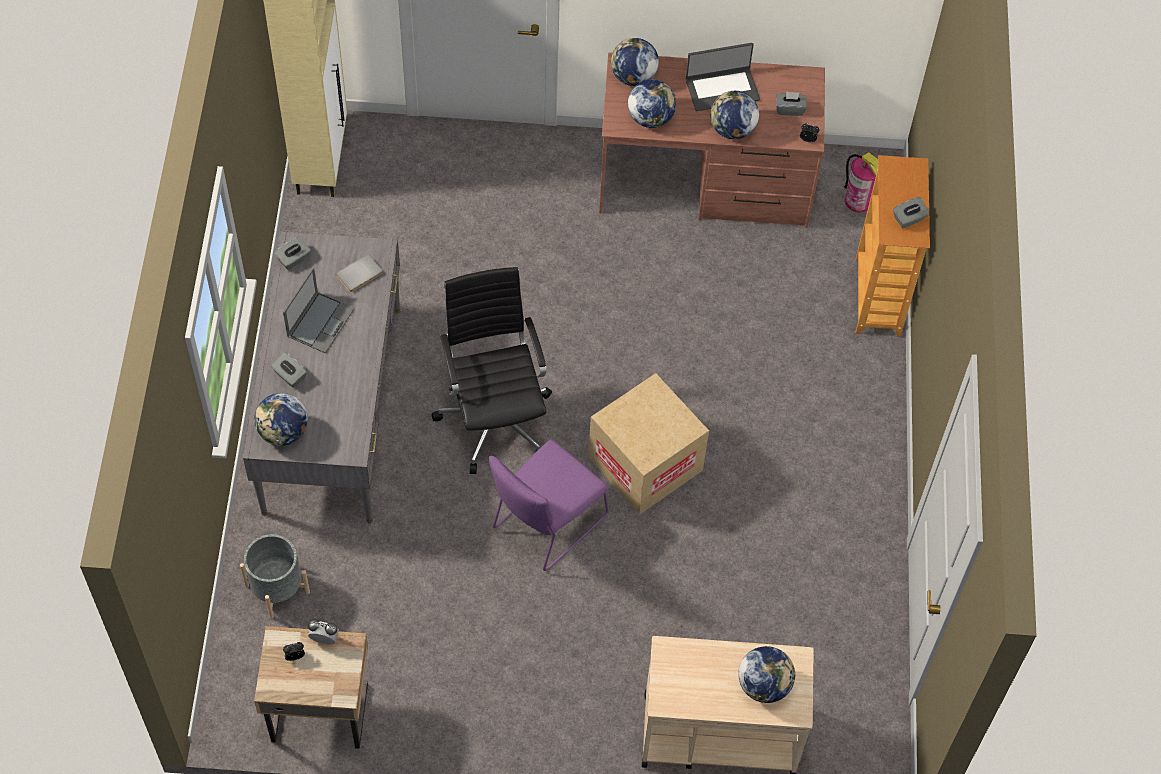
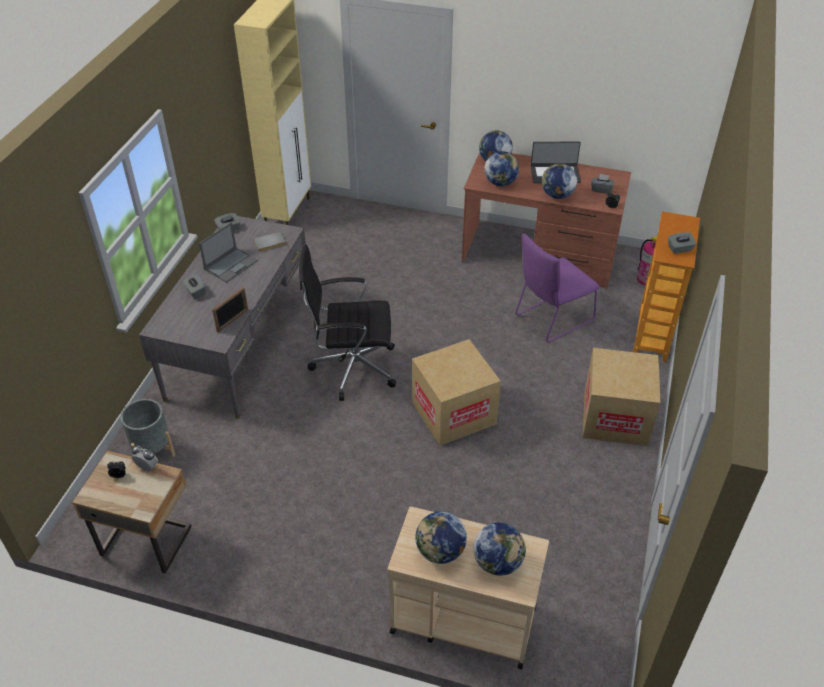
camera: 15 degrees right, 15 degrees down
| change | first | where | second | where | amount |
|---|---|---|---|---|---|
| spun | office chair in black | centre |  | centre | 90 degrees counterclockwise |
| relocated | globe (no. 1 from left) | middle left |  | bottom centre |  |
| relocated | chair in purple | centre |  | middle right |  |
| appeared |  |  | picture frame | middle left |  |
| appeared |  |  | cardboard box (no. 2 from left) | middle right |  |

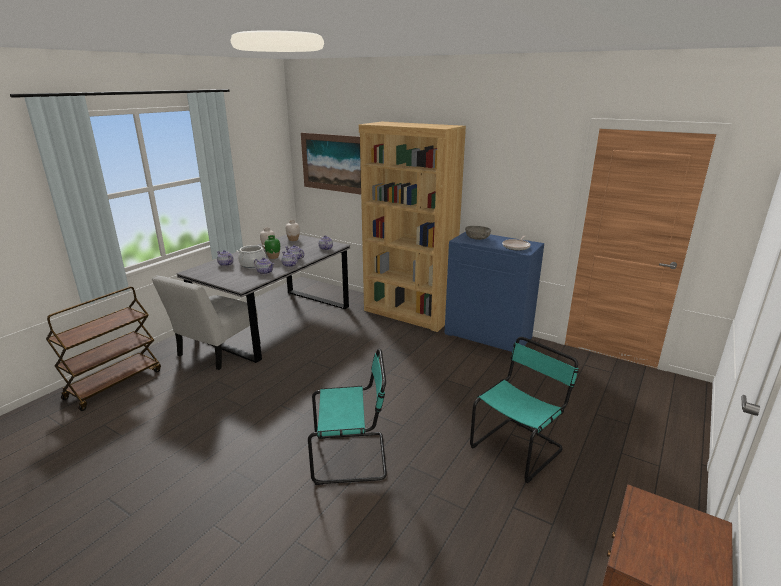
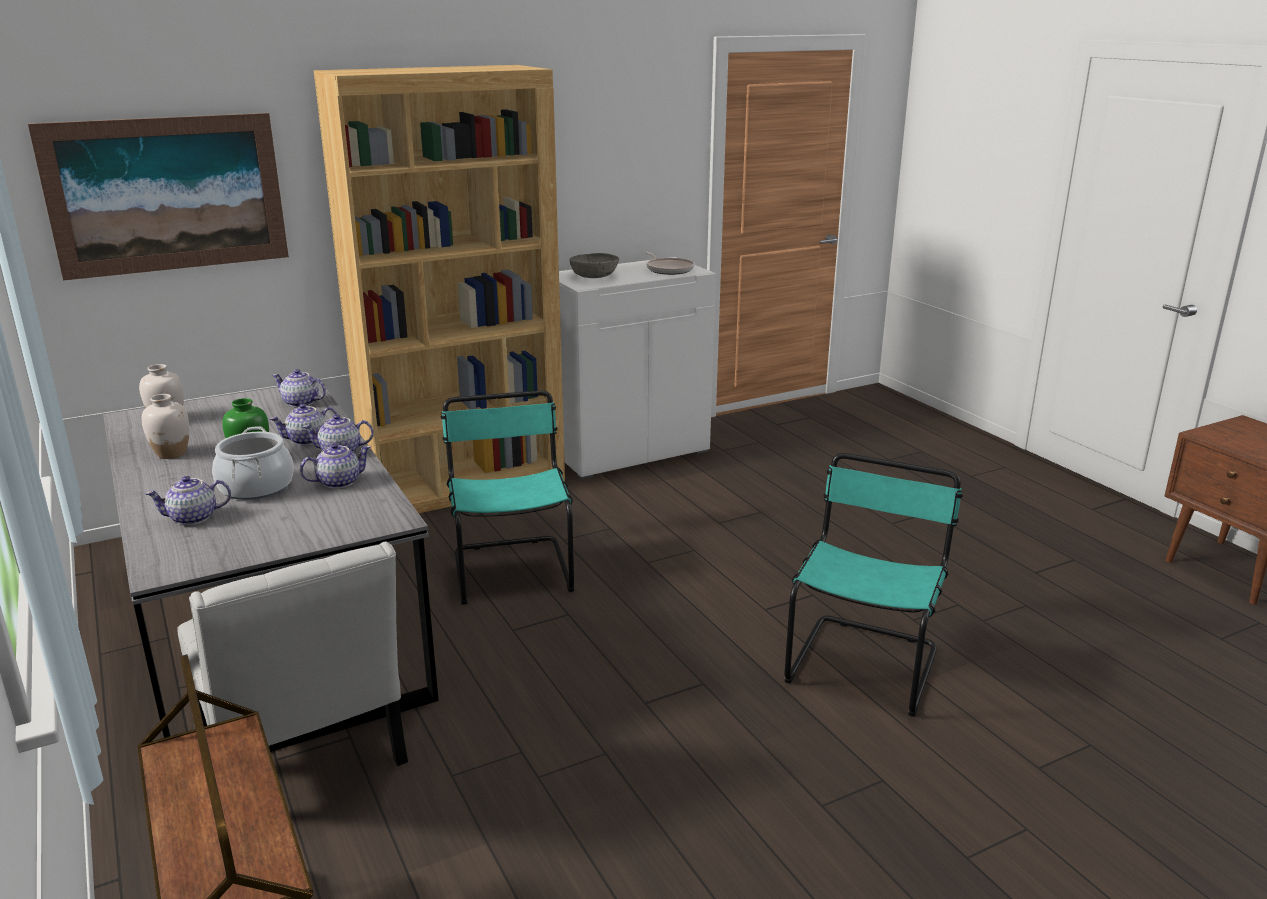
camera: 60 degrees left, 0 degrees up
| change | first | where | second | where | amount |
|---|---|---|---|---|---|
| colour | cabinet in blue | centre | cabinet in white | centre |  |
| relocated | chair in turquoise (no. 2 from left in the first image) | bottom right | chair in turquoise (no. 1 from left) | centre |  |

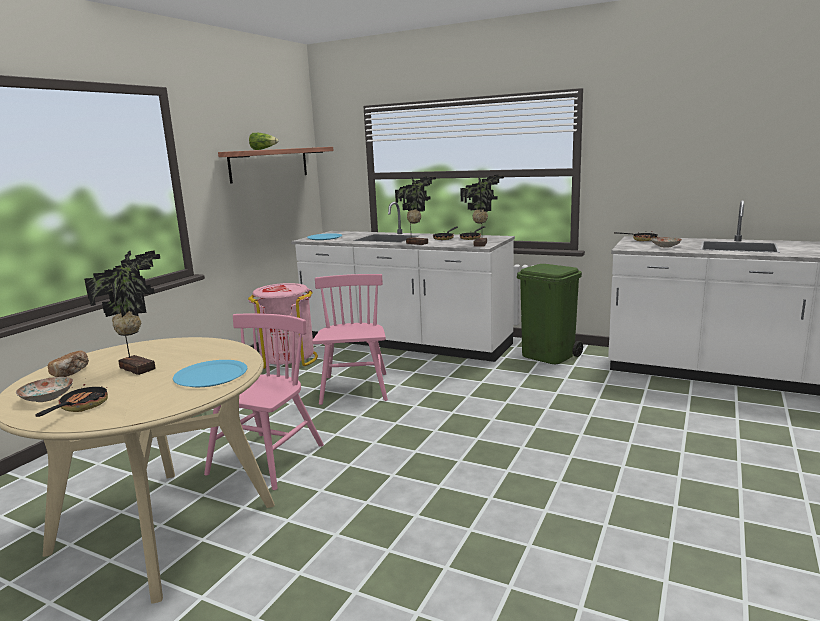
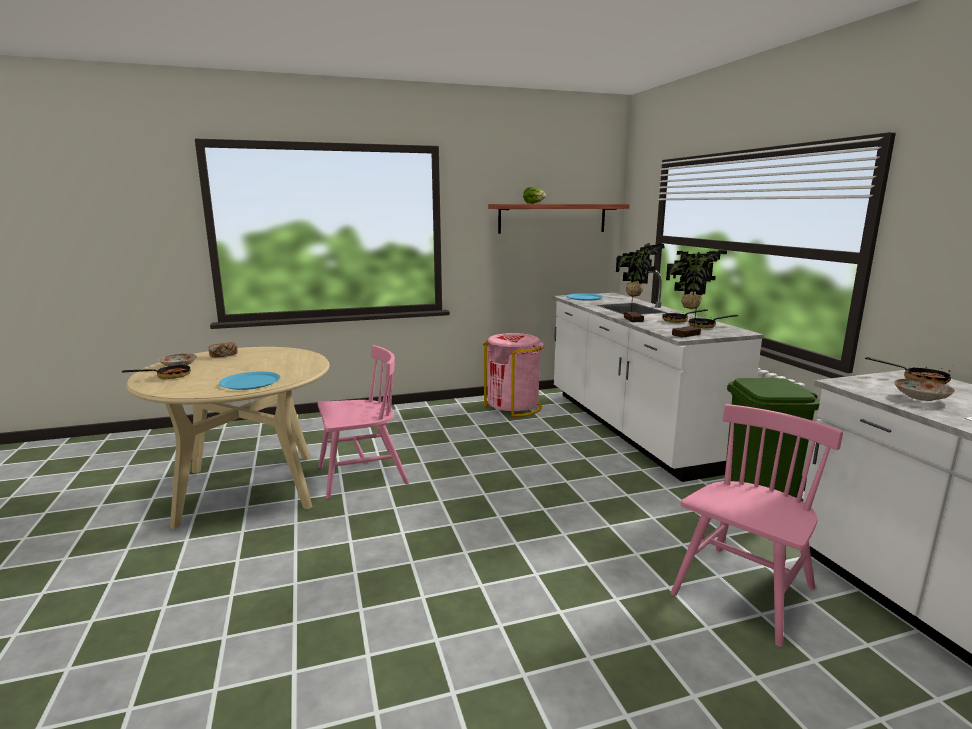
camera: 45 degrees right, 0 degrees up
| change | first | where | second | where | amount |
|---|---|---|---|---|---|
| missing | potted plant (no. 1 from left) | middle left |  |  |  |
| relocated | chair in pink (no. 2 from left) | centre |  | bottom right |  |

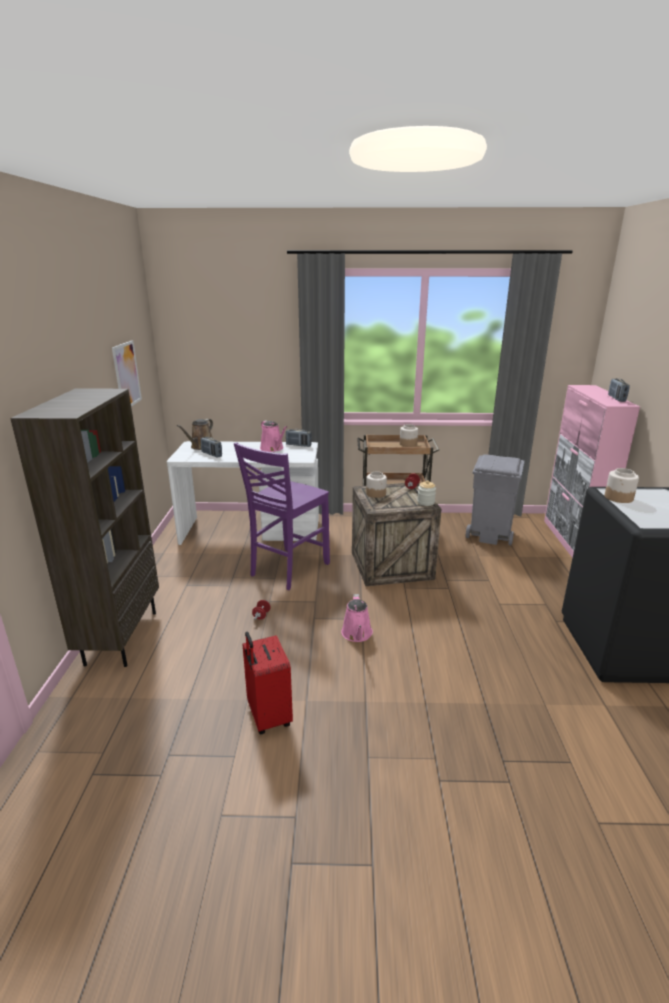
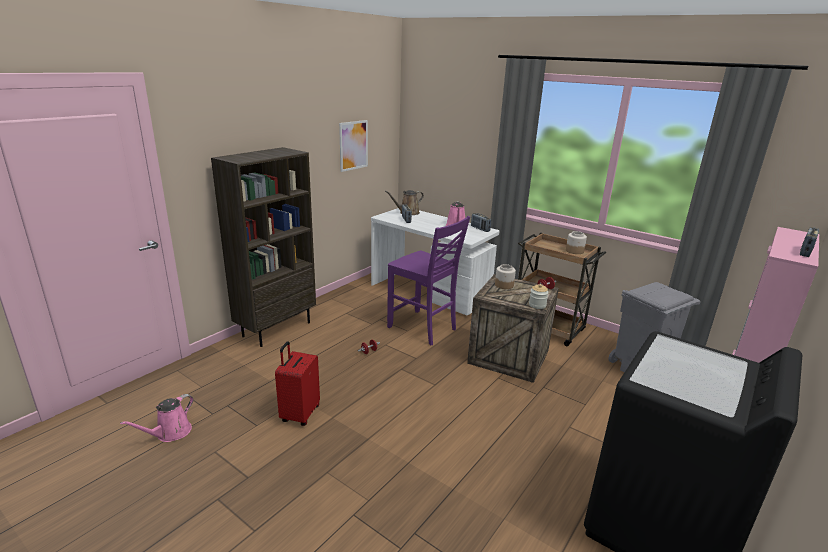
camera: 35 degrees right, 0 degrees up
| change | first | where | second | where | amount |
|---|---|---|---|---|---|
| spun | chair in purple | centre |  | centre | 120 degrees counterclockwise |
| missing | jar (no. 4 from left) | middle right |  |  |  |
| relocated | watering can in pink (no. 2 from left in the first image) | centre | watering can in pink (no. 1 from left) | bottom left |  |

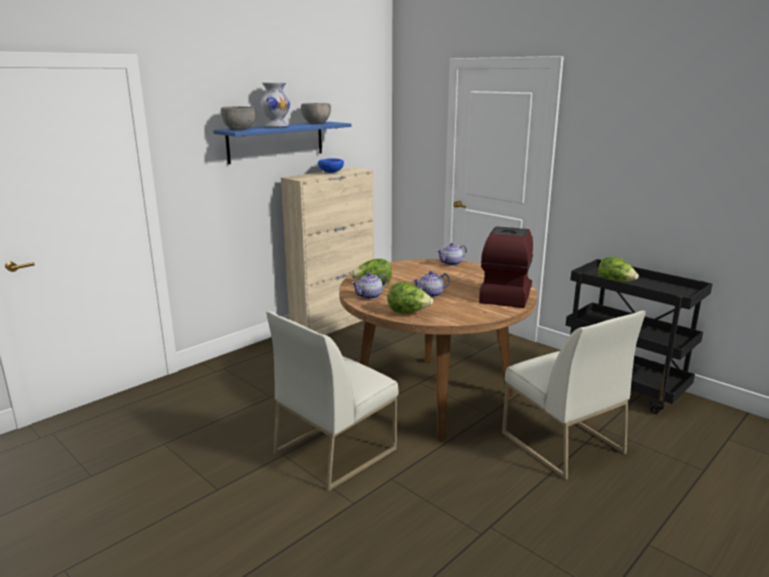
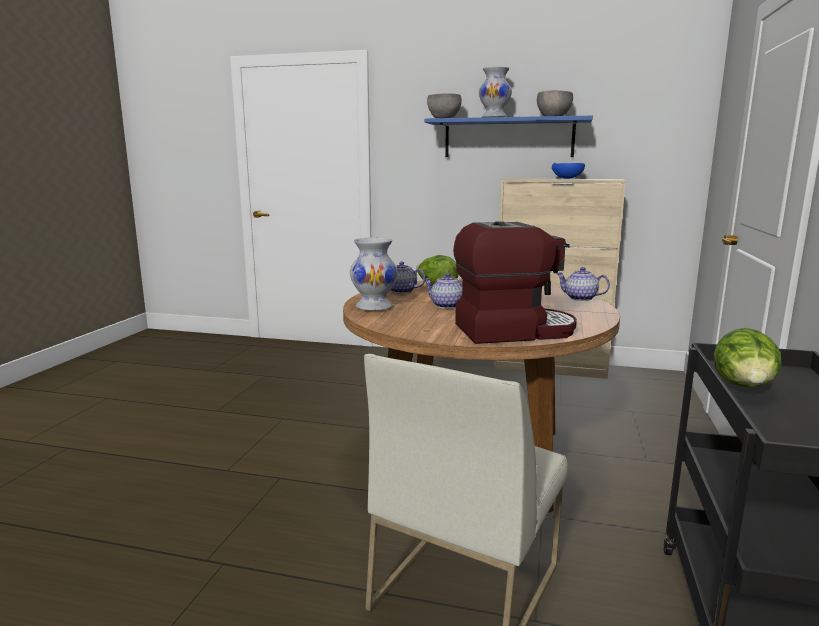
camera: 60 degrees right, 5 degrees down
| change | first | where | second | where | amount |
|---|---|---|---|---|---|
| exchanged | lettuce (no. 2 from left) | centre | vase in white (no. 1 from left) | centre |  |
| missing | chair in white (no. 1 from left) | bottom centre |  |  |  |

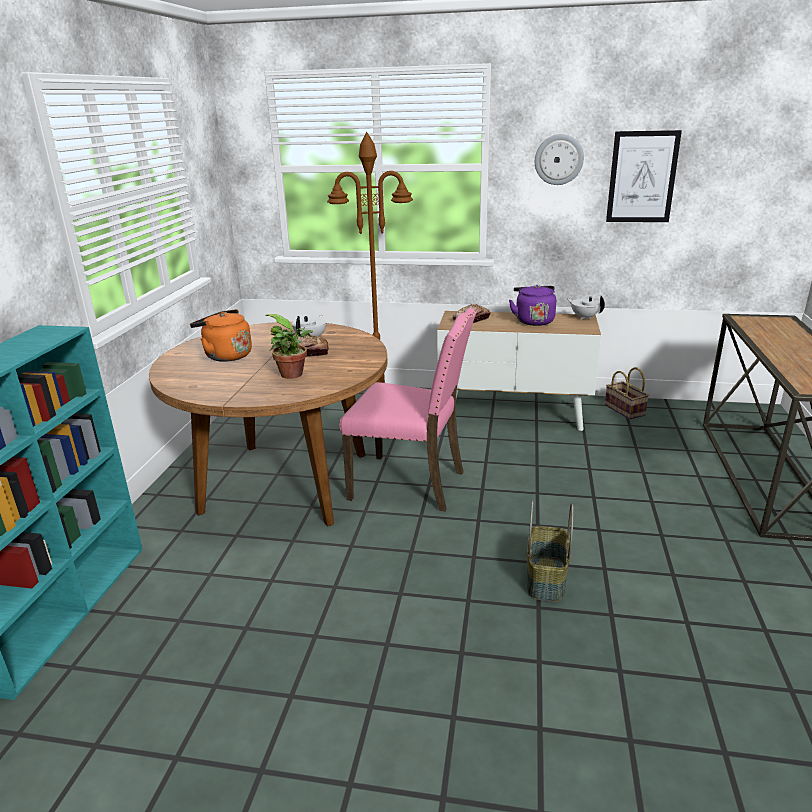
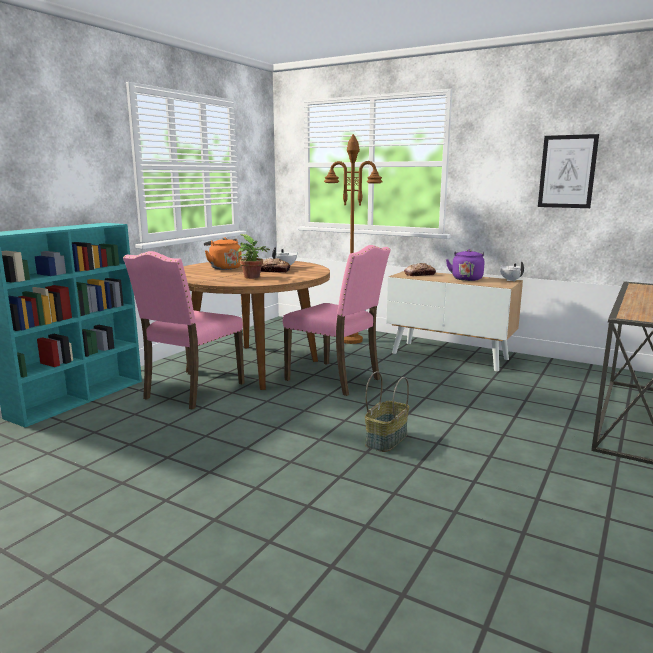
camera: 20 degrees right, 10 degrees down
| change | first | where | second | where | amount |
|---|---|---|---|---|---|
| missing | wall clock | top right |  |  |  |
| missing | basket (no. 2 from left) | middle right |  |  |  |
| appeared |  |  | chair in pink (no. 1 from left) | middle left |  |

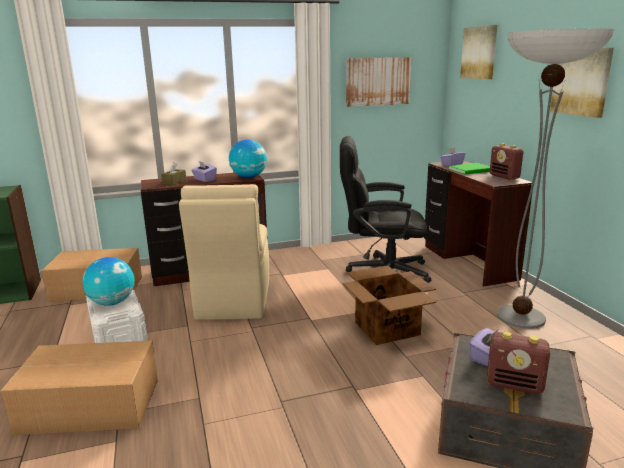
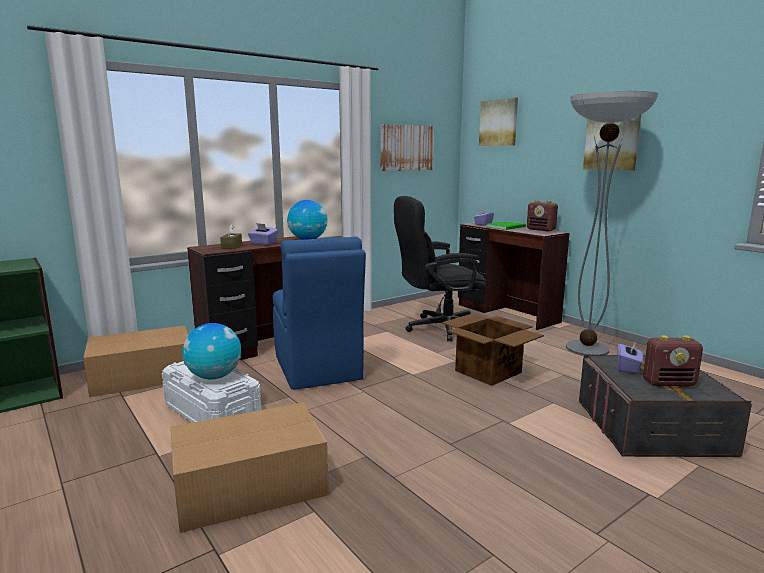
camera: 20 degrees left, 5 degrees down
| change | first | where | second | where | amount |
|---|---|---|---|---|---|
| colour | chair in beige | centre | chair in blue | centre |  |

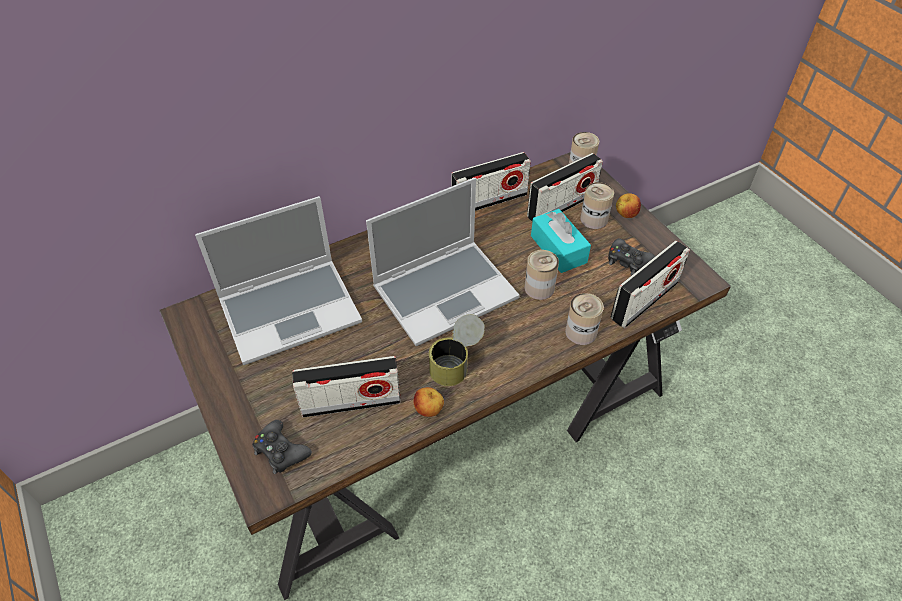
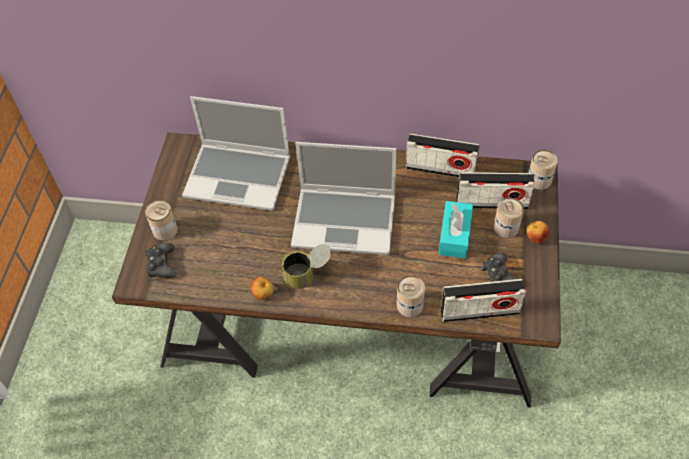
camera: 40 degrees right, 5 degrees up
| change | first | where | second | where | amount |
|---|---|---|---|---|---|
| relocated | can (no. 2 from left in the first image) | centre | can (no. 1 from left) | middle left |  |
| missing | radio (no. 1 from left) | centre |  |  |  |

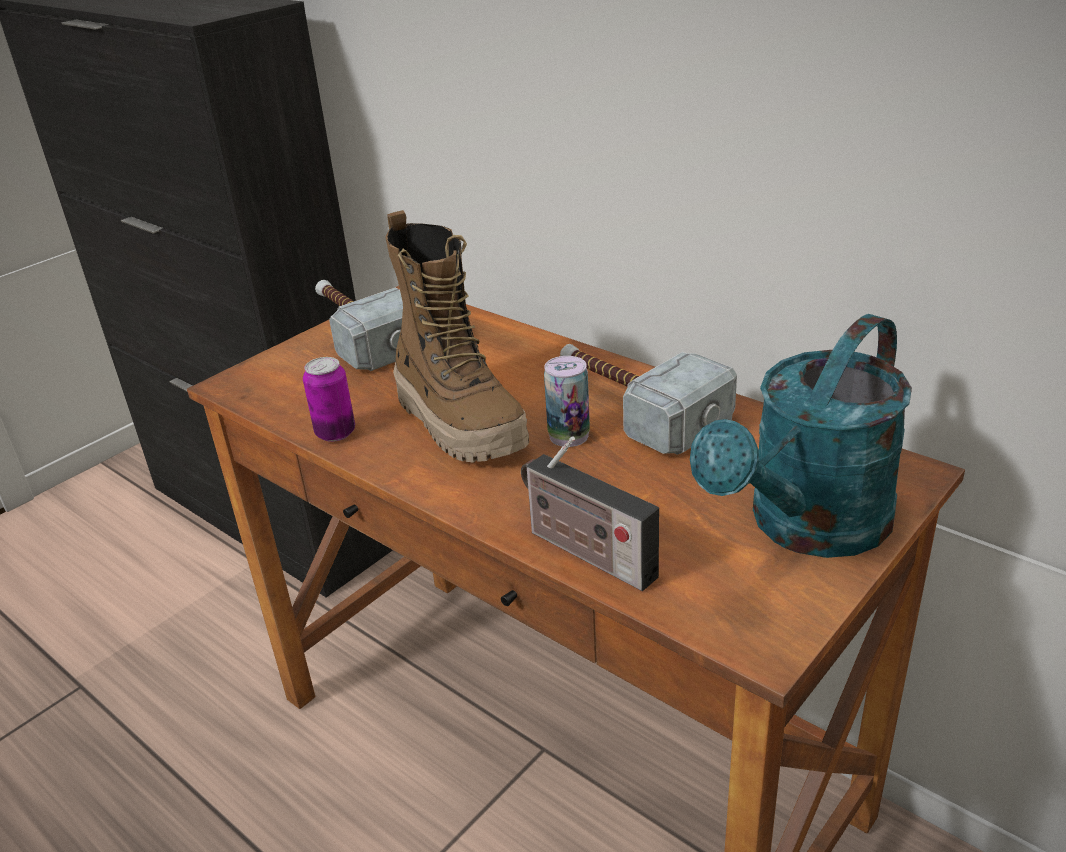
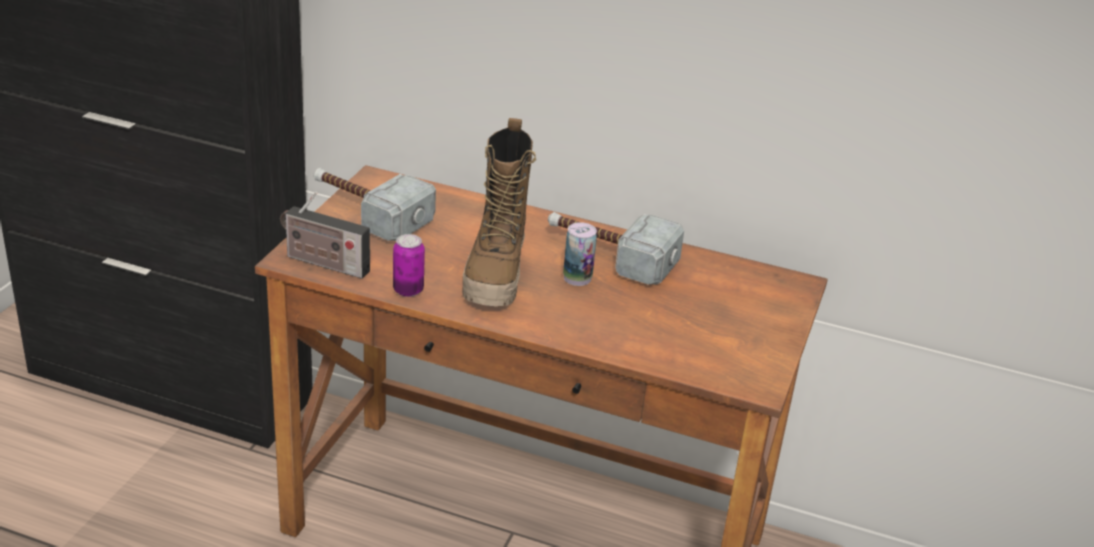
camera: 25 degrees left, 0 degrees up
| change | first | where | second | where | amount |
|---|---|---|---|---|---|
| spun | boot | centre |  | centre | 60 degrees clockwise |
| missing | watering can in turquoise | middle right |  |  |  |
| relocated | radio | centre |  | middle left |  |

